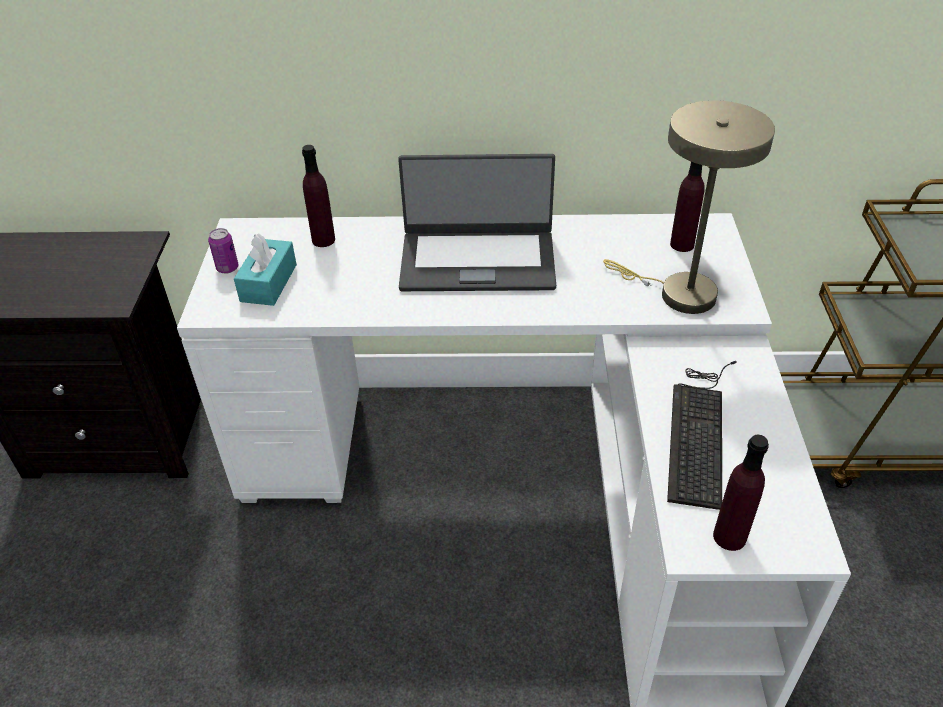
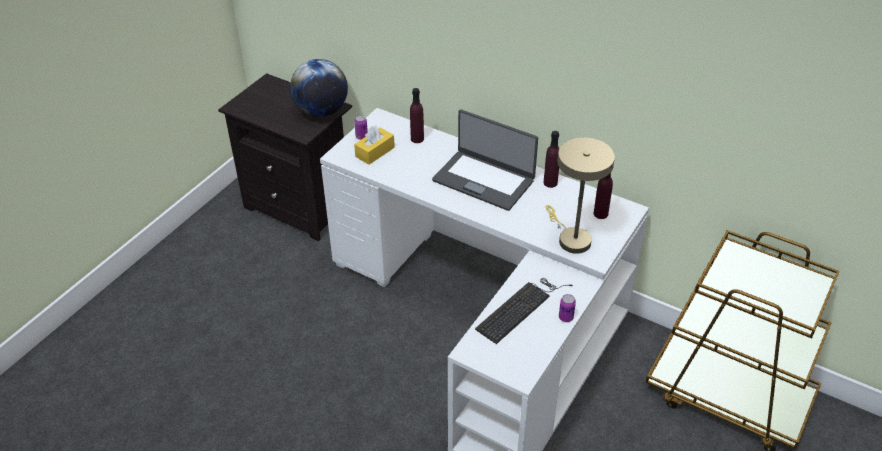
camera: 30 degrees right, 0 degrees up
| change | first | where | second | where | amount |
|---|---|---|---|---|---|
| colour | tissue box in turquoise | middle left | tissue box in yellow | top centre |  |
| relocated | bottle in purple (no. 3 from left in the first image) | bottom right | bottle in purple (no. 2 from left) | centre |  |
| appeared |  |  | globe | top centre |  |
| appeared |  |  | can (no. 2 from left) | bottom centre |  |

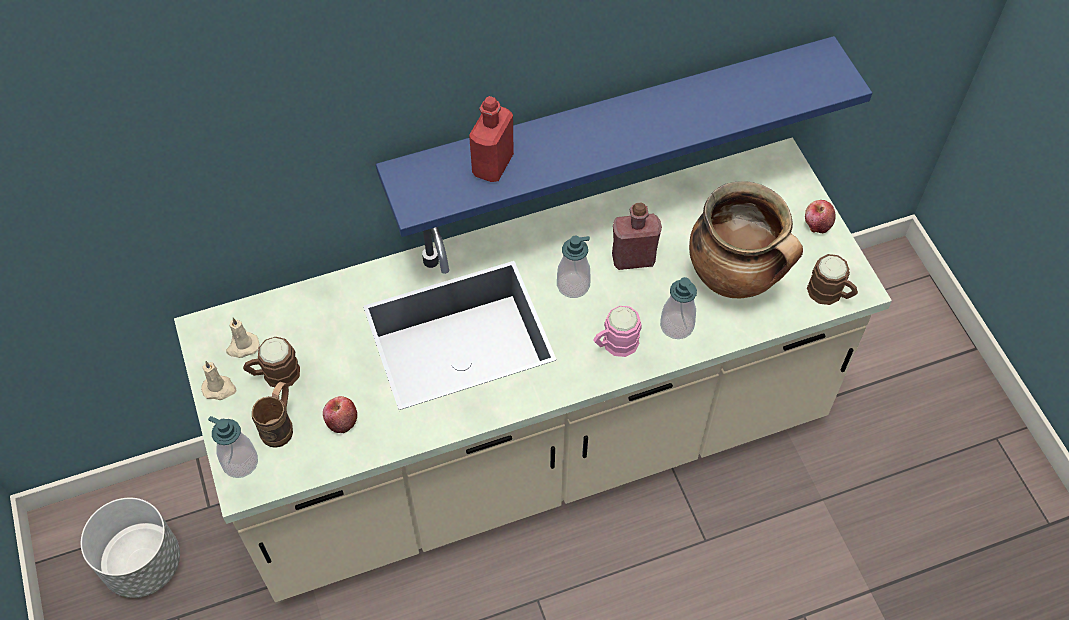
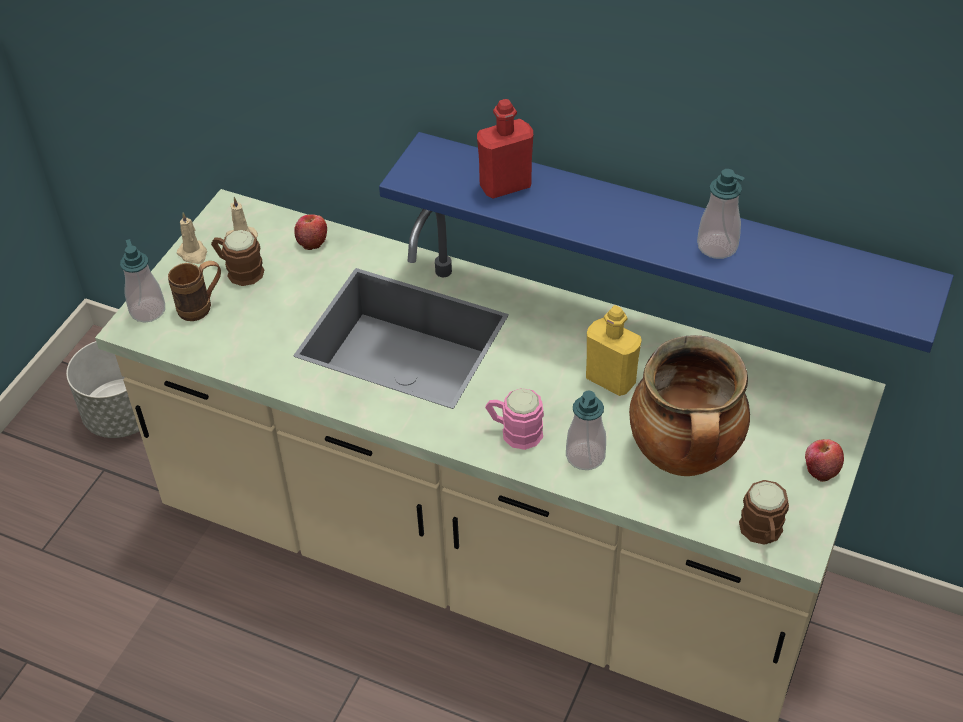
camera: 45 degrees right, 10 degrees down
| change | first | where | second | where | amount |
|---|---|---|---|---|---|
| colour | bottle in red (no. 2 from left) | centre | bottle in yellow | centre |  |
| relocated | soap dispenser (no. 2 from left in the first image) | centre | soap dispenser (no. 3 from left) | top right |  |
| relocated | apple (no. 1 from left) | bottom left |  | top left |  |

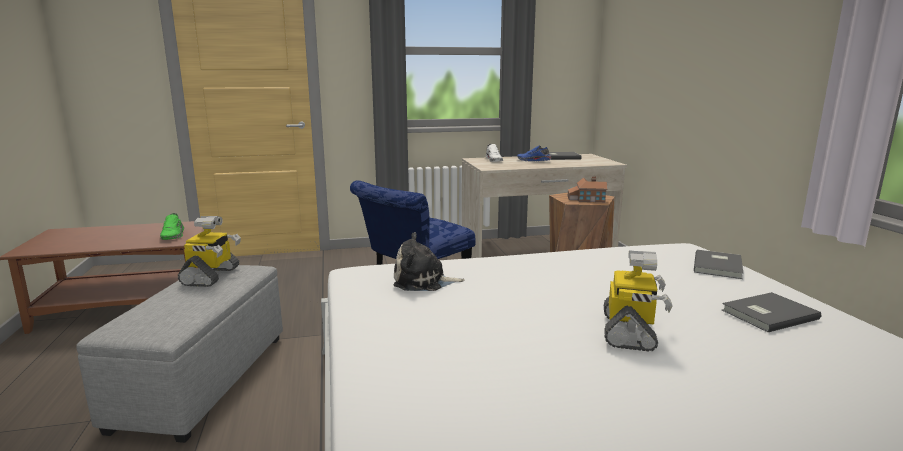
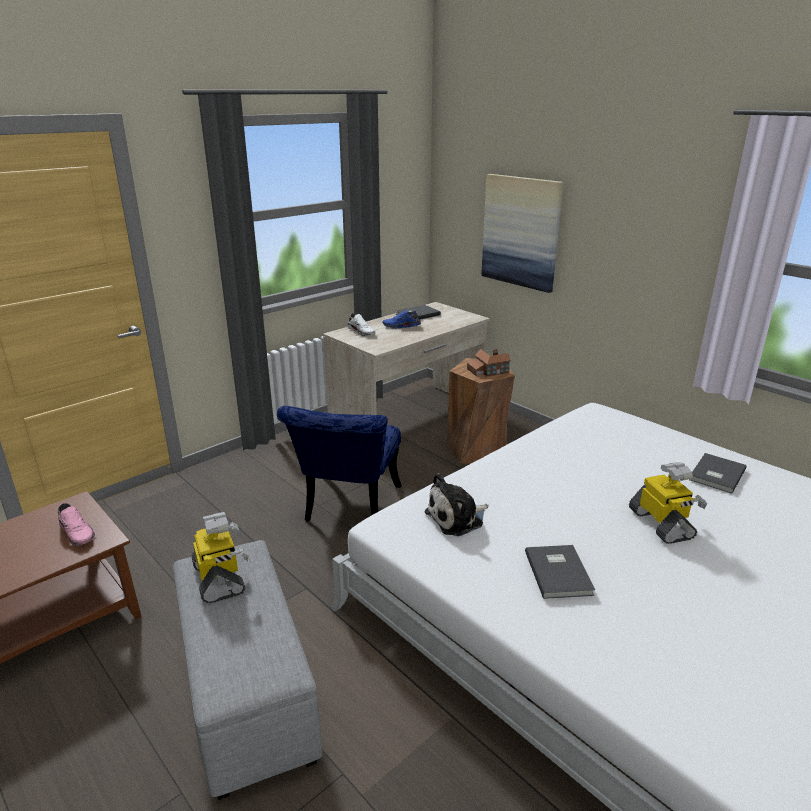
camera: 30 degrees left, 10 degrees up
| change | first | where | second | where | amount |
|---|---|---|---|---|---|
| colour | shoe in green | middle left | shoe in pink | middle left |  |
| relocated | book in grey (no. 2 from left) | middle right |  | bottom right |  |
| appeared |  |  | picture | top centre |  |

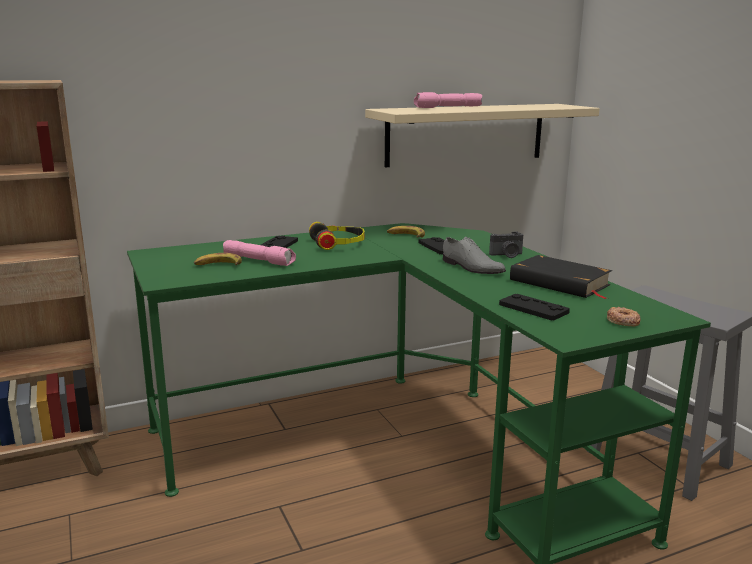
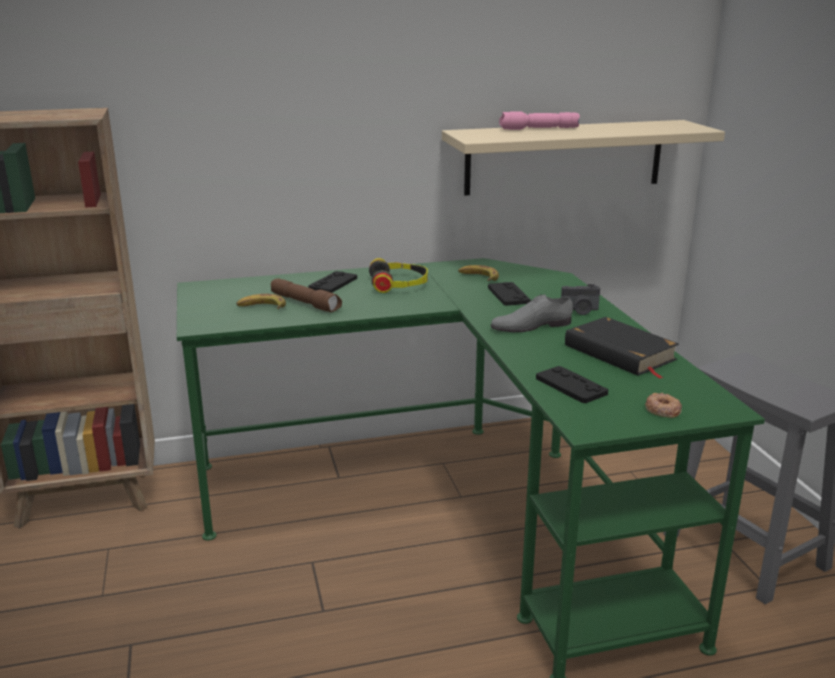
camera: 10 degrees right, 5 degrees up
| change | first | where | second | where | amount |
|---|---|---|---|---|---|
| spun | shoe in grey | centre |  | centre | 105 degrees clockwise |
| colour | flashlight in pink (no. 1 from left) | centre | flashlight in brown | centre |  |

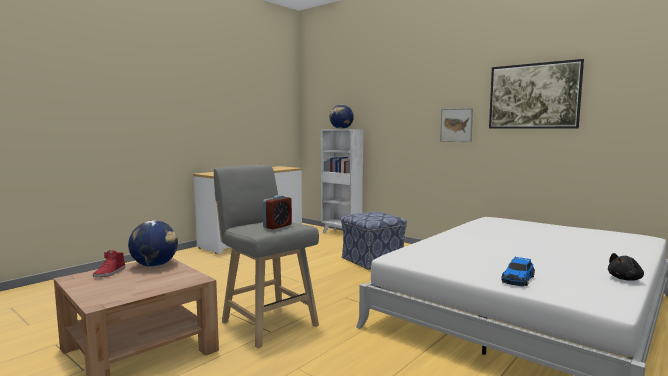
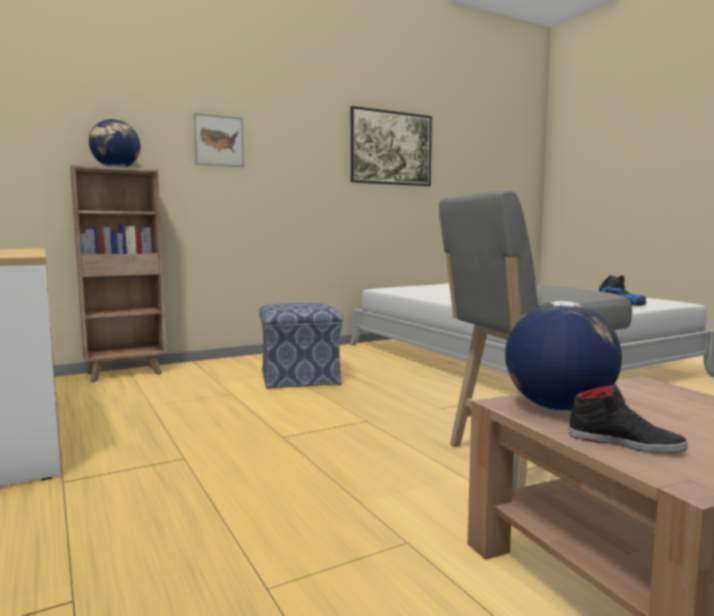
camera: 70 degrees left, 0 degrees up
| change | first | where | second | where | amount |
|---|---|---|---|---|---|
| relocated | picture (no. 1 from left) | top right |  | top left |  |
| colour | bookcase in white | centre | bookcase in brown | middle left |  |
| missing | alarm clock | centre |  |  |  |
| colour | shoe in red | bottom left | shoe in black | bottom right |  |

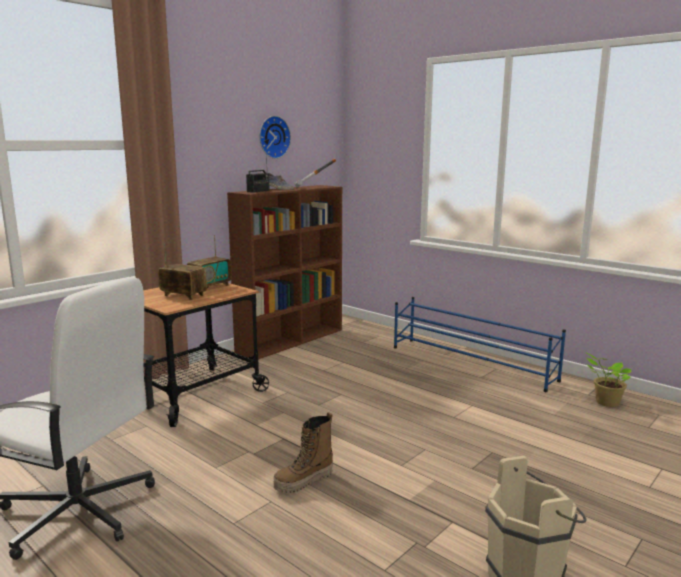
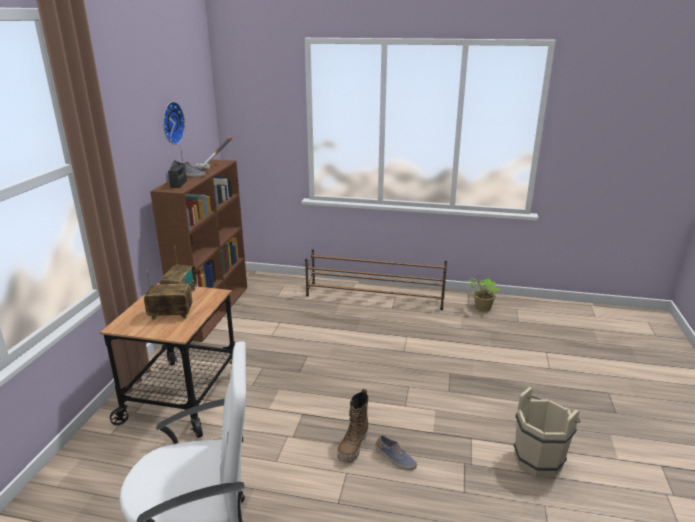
camera: 30 degrees left, 10 degrees up
| change | first | where | second | where | amount |
|---|---|---|---|---|---|
| colour | shoe rack in blue | middle right | shoe rack in brown | centre |  |
| appeared |  |  | shoe (no. 2 from left) | bottom centre |  |

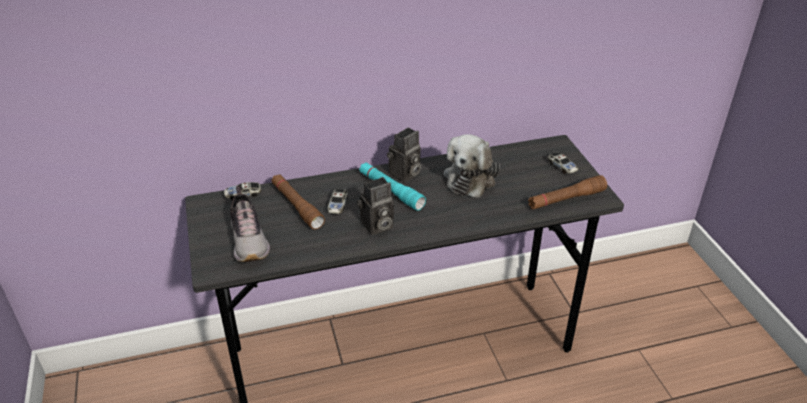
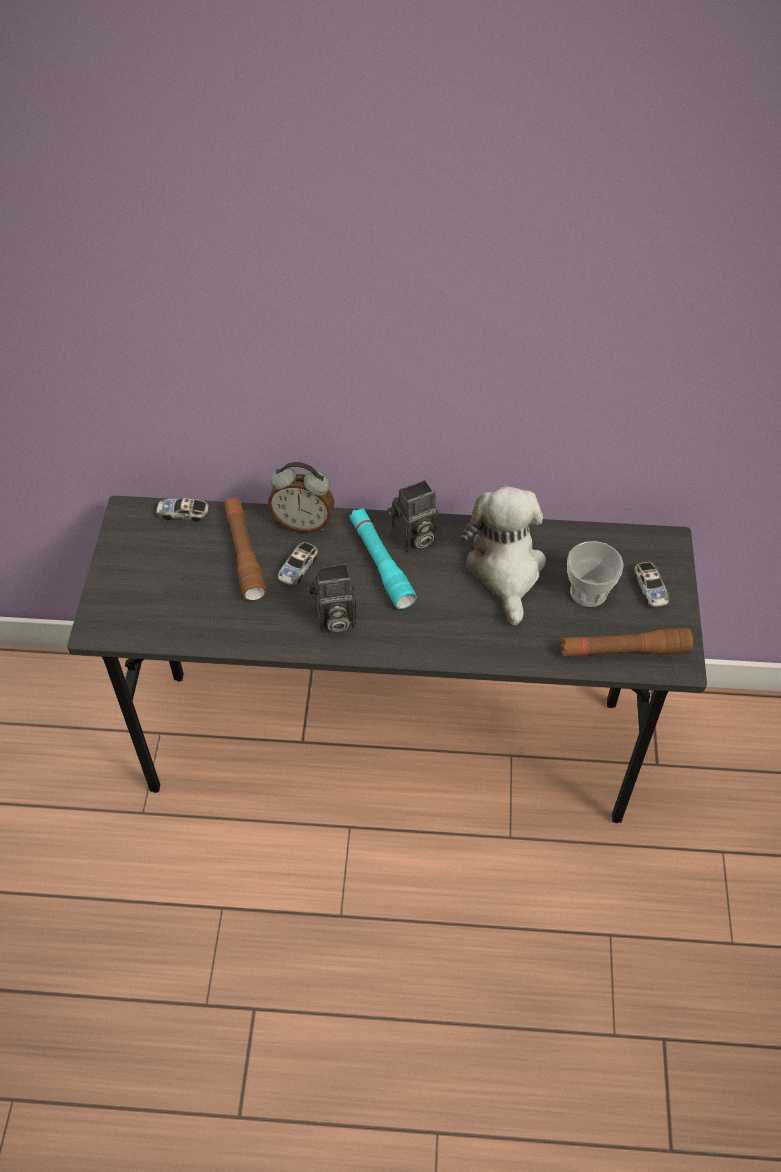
camera: 20 degrees right, 15 degrees up
| change | first | where | second | where | amount |
|---|---|---|---|---|---|
| spun | plush toy | centre |  | centre | 135 degrees clockwise |
| missing | shoe | middle left |  |  |  |
| appeared |  |  | alarm clock | centre |  |
| appeared |  |  | cup | middle right |  |

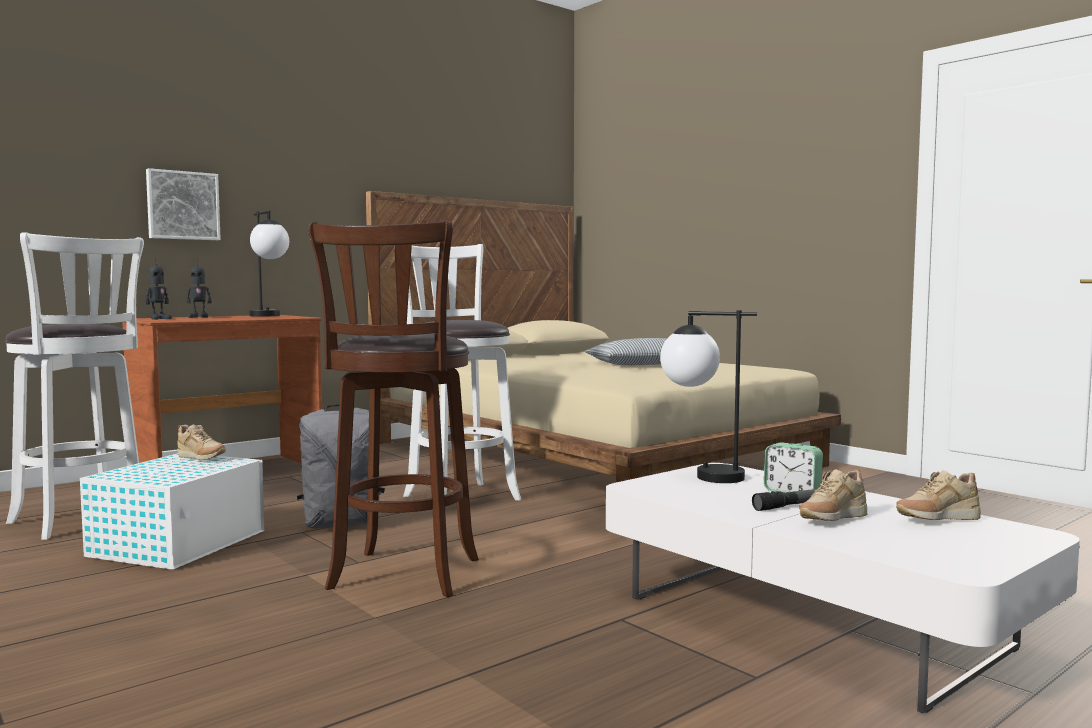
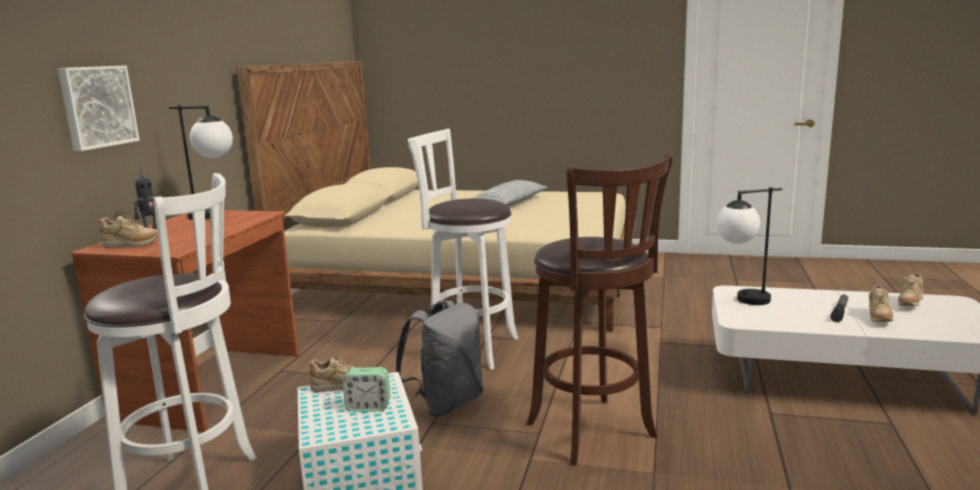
camera: 35 degrees left, 10 degrees up
| change | first | where | second | where | amount |
|---|---|---|---|---|---|
| exchanged | toy robot (no. 1 from left) | middle left | shoe in beige (no. 1 from left) | middle left |  |
| relocated | alarm clock | middle right |  | bottom centre |  |

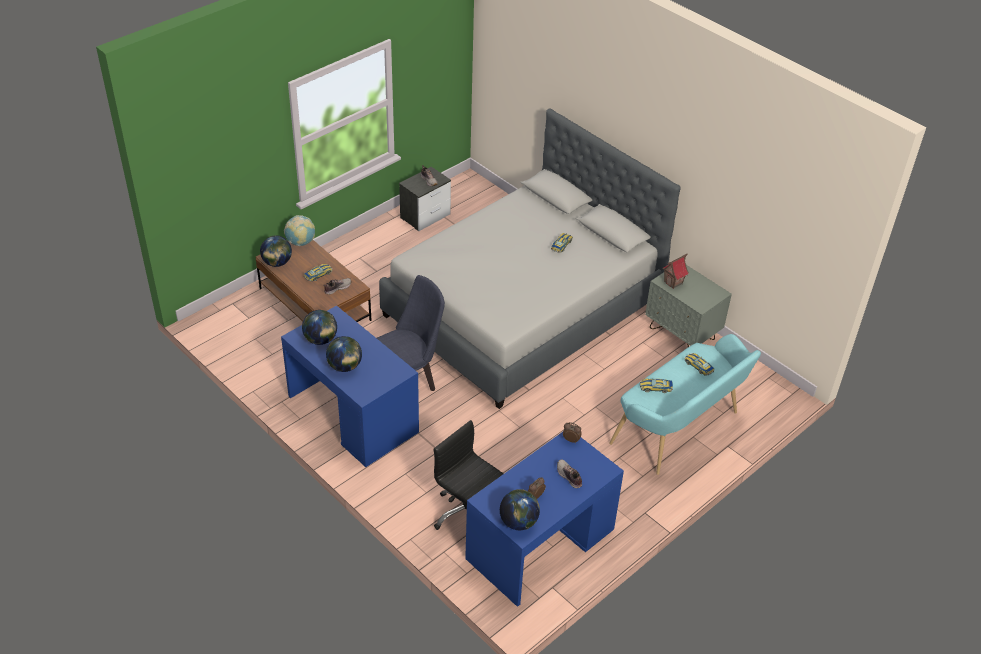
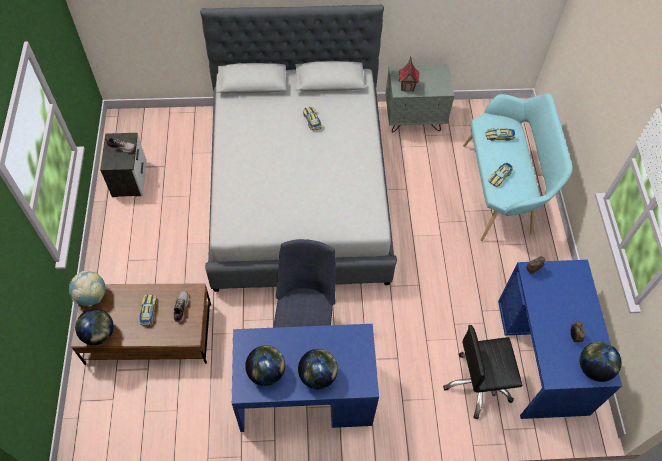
camera: 50 degrees left, 15 degrees up
| change | first | where | second | where | amount |
|---|---|---|---|---|---|
| missing | shoe (no. 3 from left) | bottom centre |  |  |  |

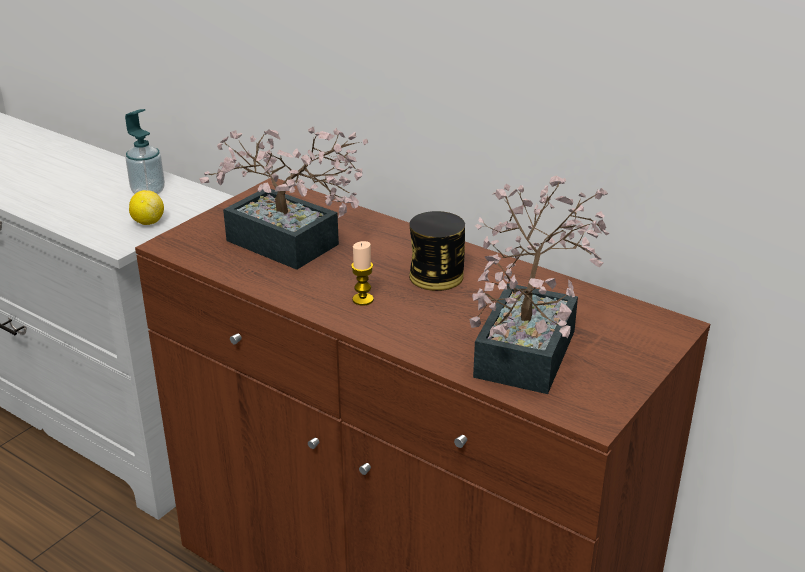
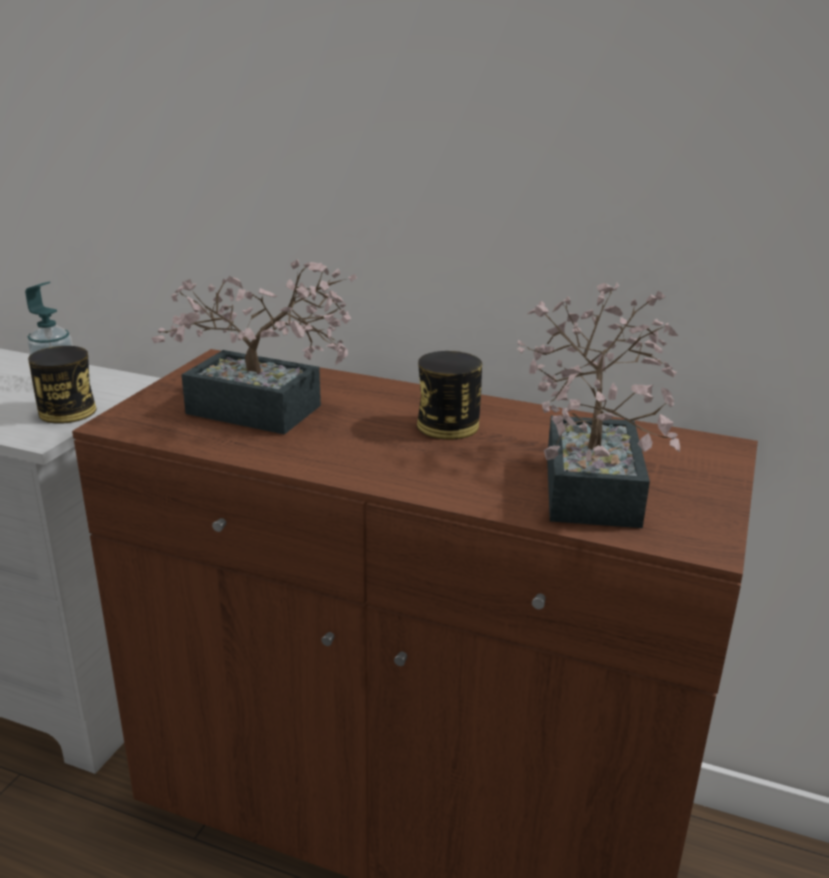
camera: 15 degrees left, 5 degrees down
| change | first | where | second | where | amount |
|---|---|---|---|---|---|
| exchanged | lemon | middle left | can (no. 1 from left) | middle left |  |
| missing | candle | centre |  |  |  |

